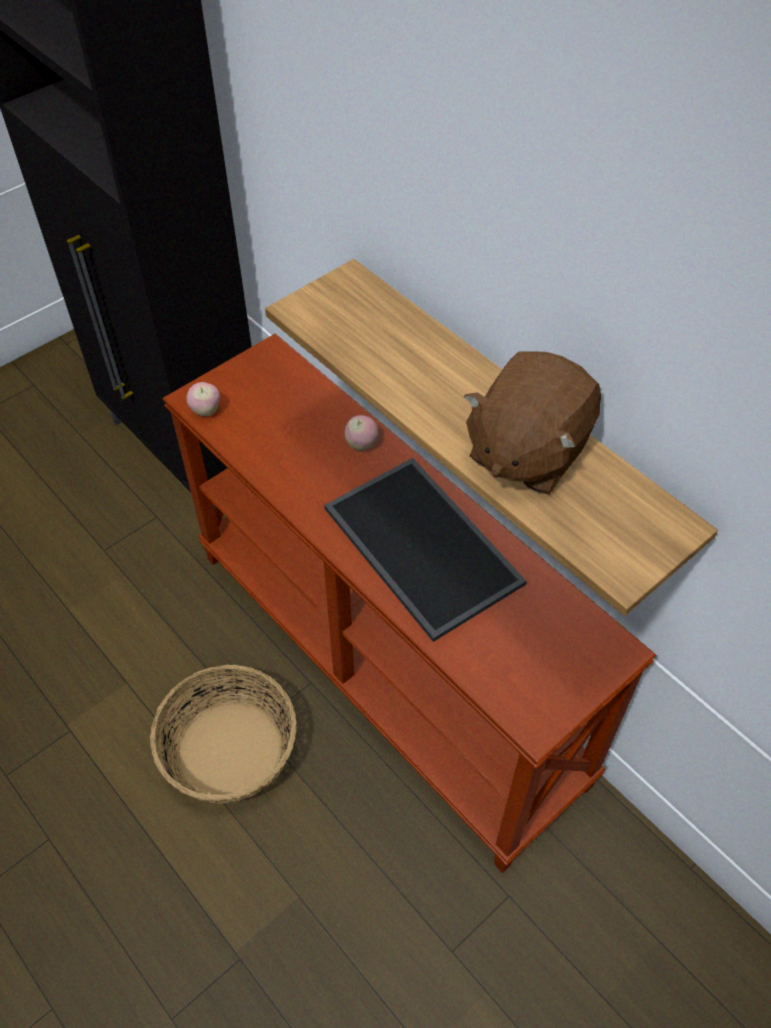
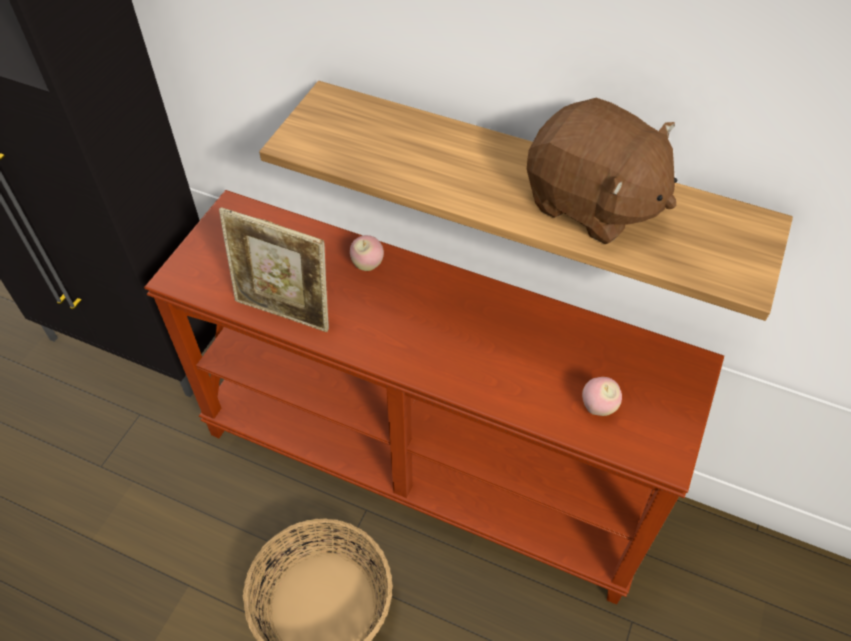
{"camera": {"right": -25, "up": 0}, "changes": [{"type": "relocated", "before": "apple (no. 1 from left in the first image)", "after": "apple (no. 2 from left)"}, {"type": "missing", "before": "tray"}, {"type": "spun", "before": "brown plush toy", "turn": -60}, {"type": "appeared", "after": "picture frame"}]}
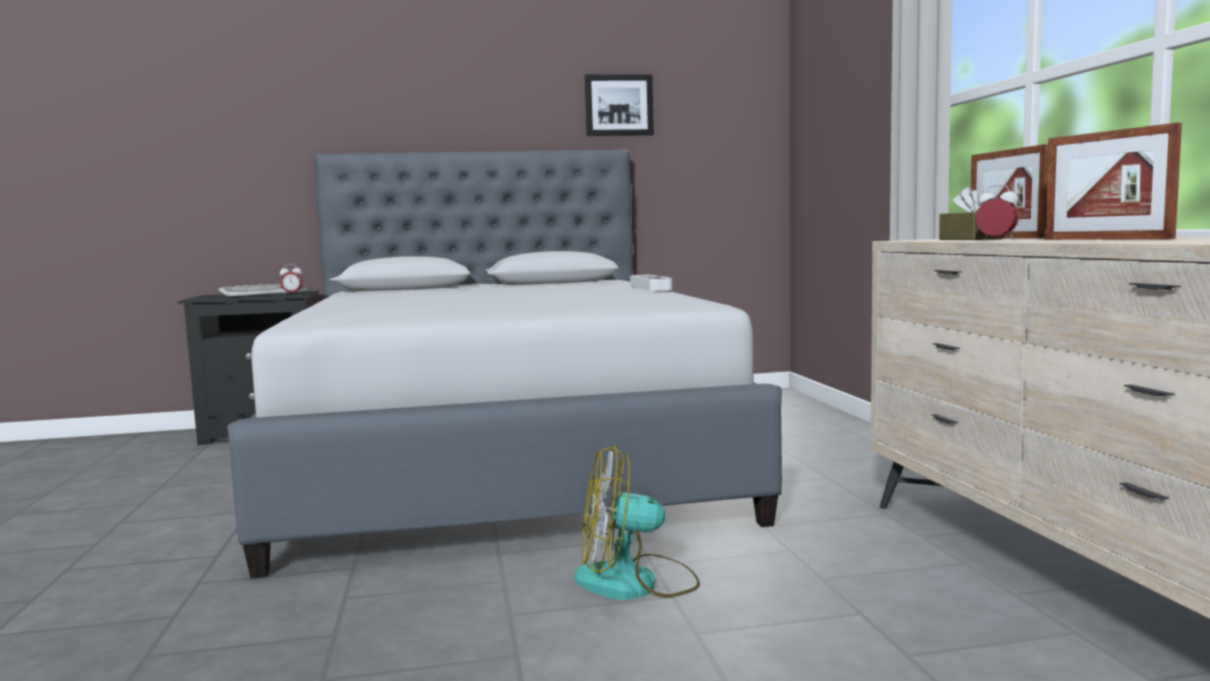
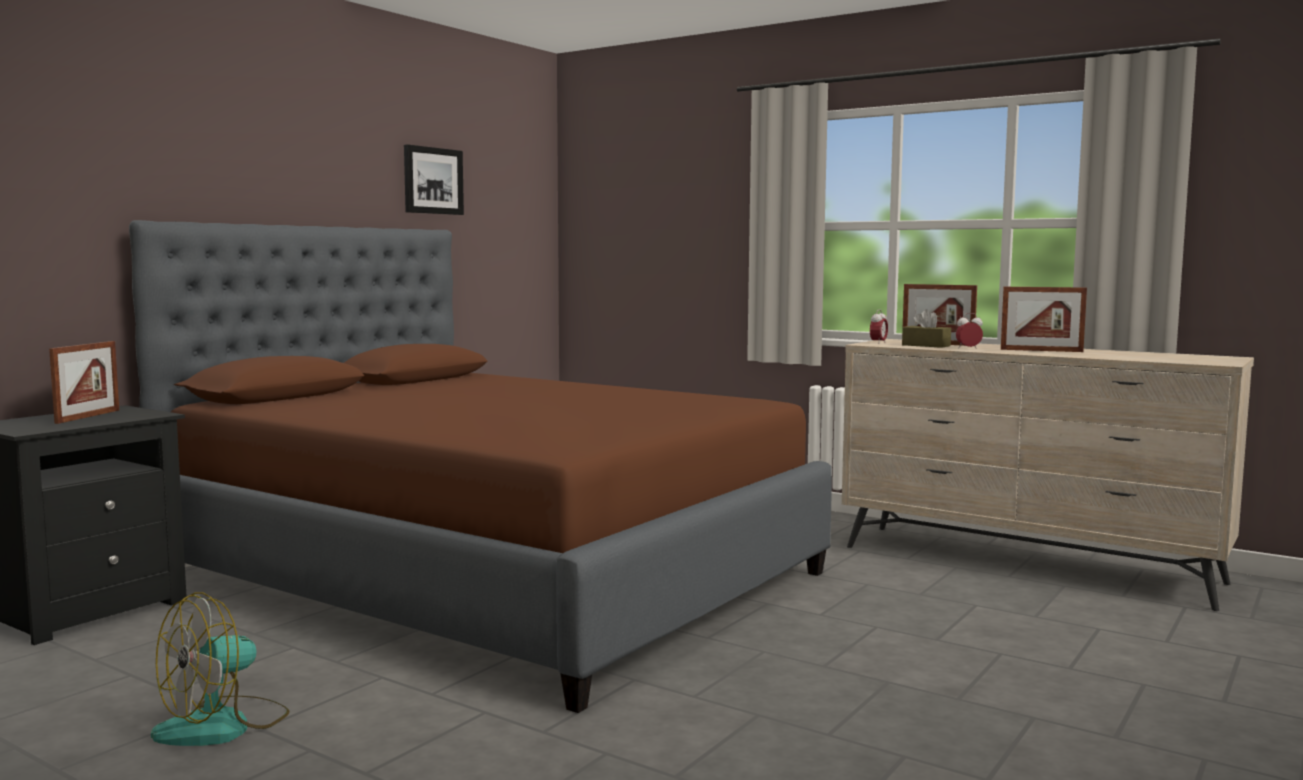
{"camera": {"right": -45, "up": 0}, "changes": [{"type": "exchanged", "before": "keyboard", "after": "picture frame (no. 1 from left)"}, {"type": "colour", "before": "grey bed", "after": "brown bed"}, {"type": "relocated", "before": "alarm clock (no. 1 from left)"}, {"type": "relocated", "before": "fan"}, {"type": "missing", "before": "grey tray"}]}
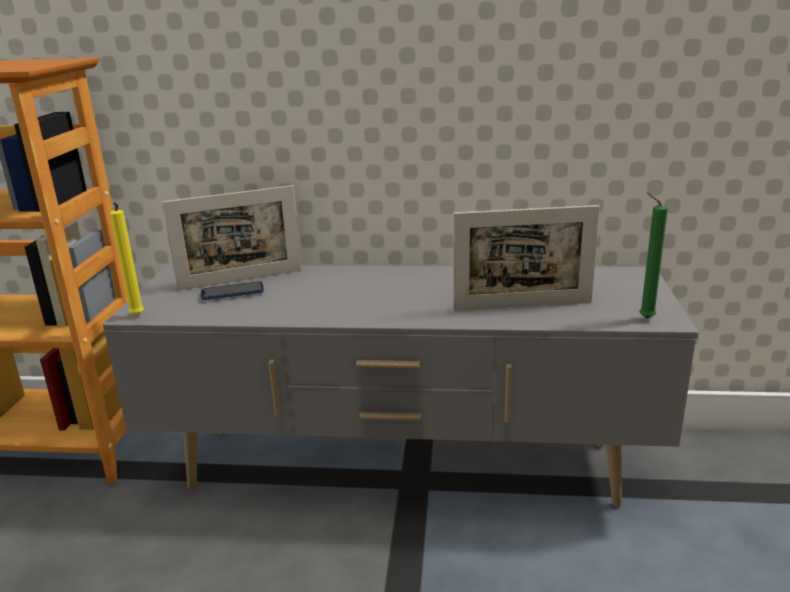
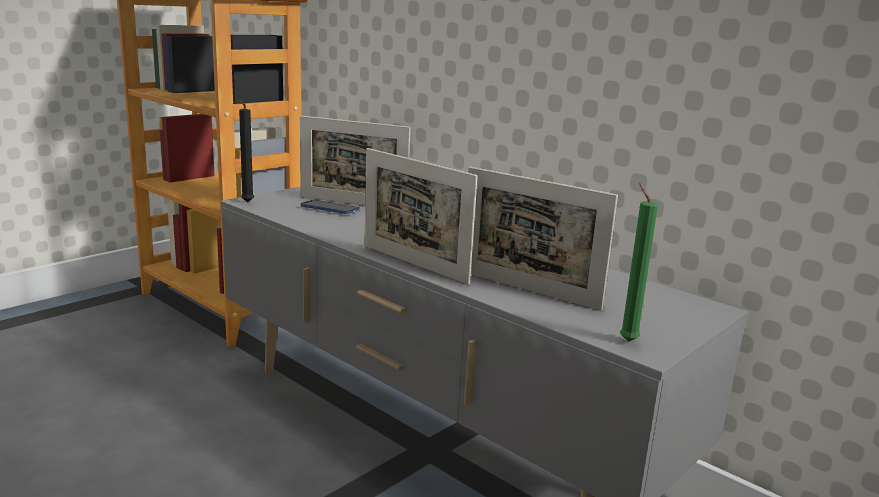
{"camera": {"right": 35, "up": -5}, "changes": [{"type": "colour", "before": "yellow candle", "after": "black candle"}, {"type": "appeared", "after": "picture frame (no. 2 from left)"}]}
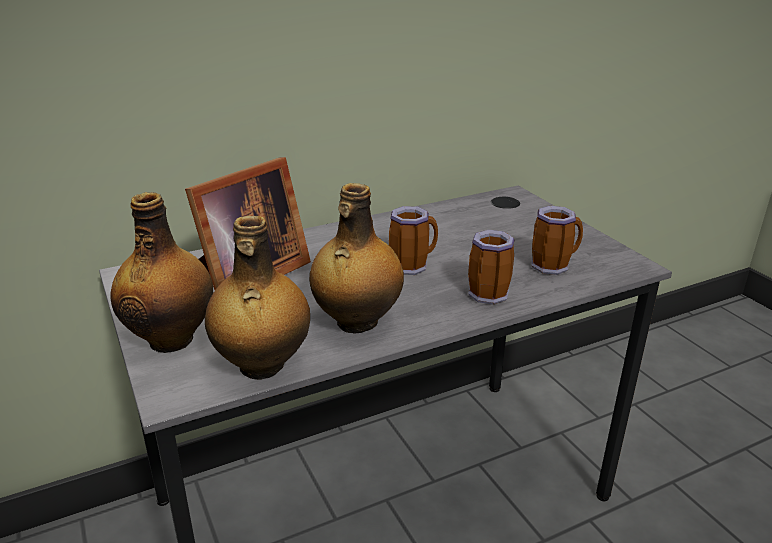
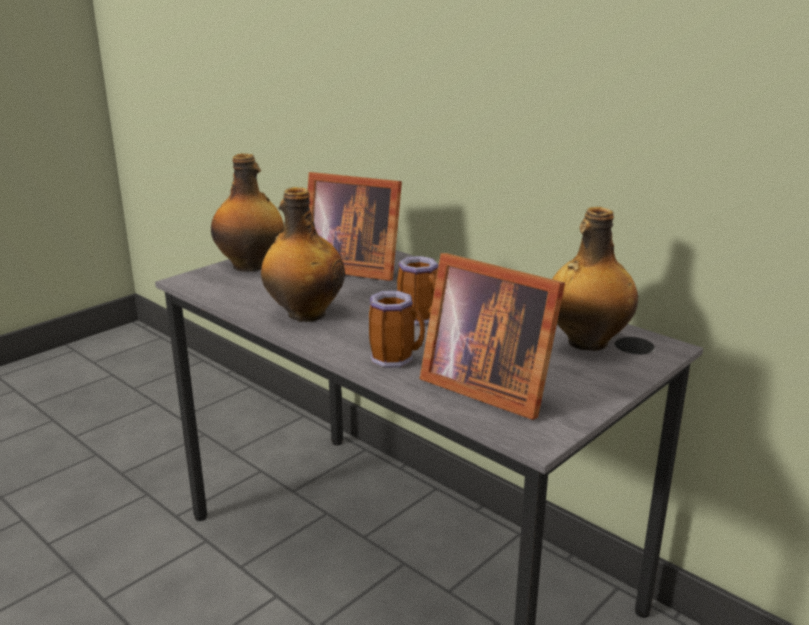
{"camera": {"right": 70, "up": -5}, "changes": [{"type": "relocated", "before": "bottle (no. 2 from left in the first image)", "after": "bottle (no. 3 from left)"}, {"type": "exchanged", "before": "mug (no. 3 from left)", "after": "picture frame (no. 2 from left)"}]}
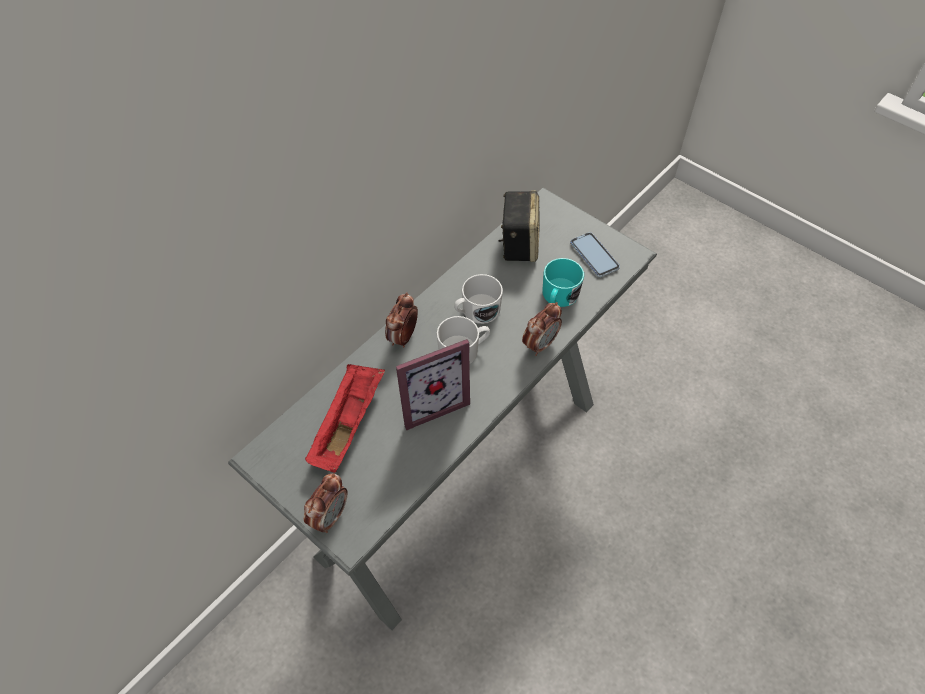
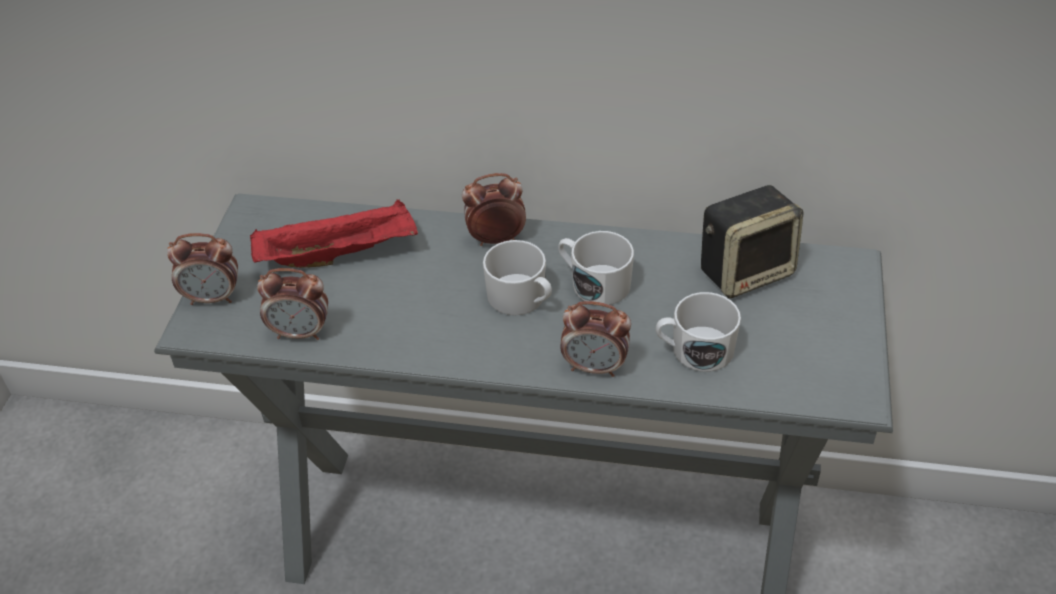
{"camera": {"right": 60, "up": -10}, "changes": [{"type": "missing", "before": "picture frame"}, {"type": "colour", "before": "turquoise mug", "after": "white mug (no. 3 from left)"}, {"type": "missing", "before": "phone"}, {"type": "appeared", "after": "alarm clock (no. 2 from left)"}]}
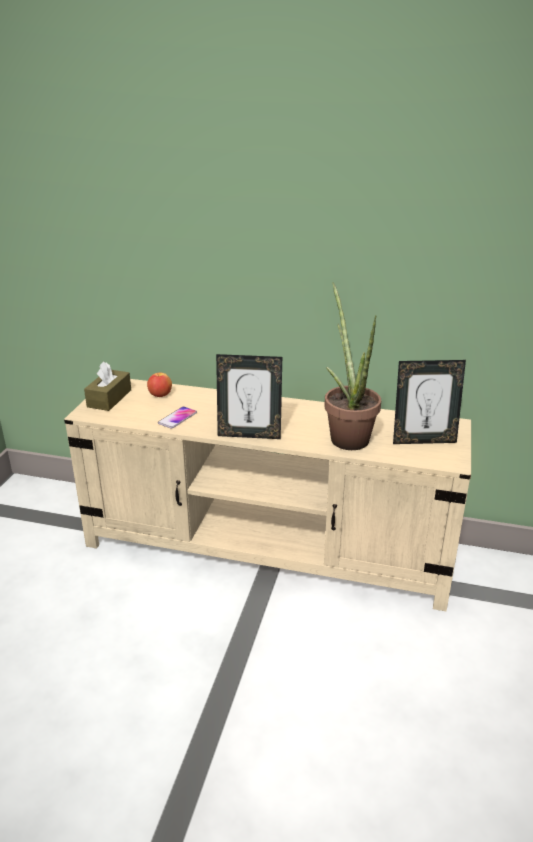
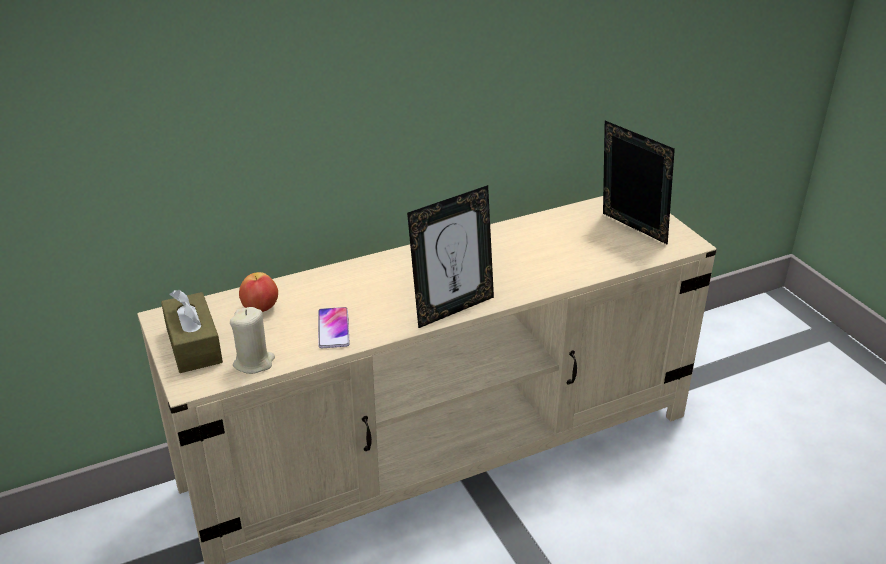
{"camera": {"right": -40, "up": 5}, "changes": [{"type": "missing", "before": "potted plant"}, {"type": "spun", "before": "picture frame (no. 2 from left)", "turn": -90}, {"type": "appeared", "after": "beige candle"}]}
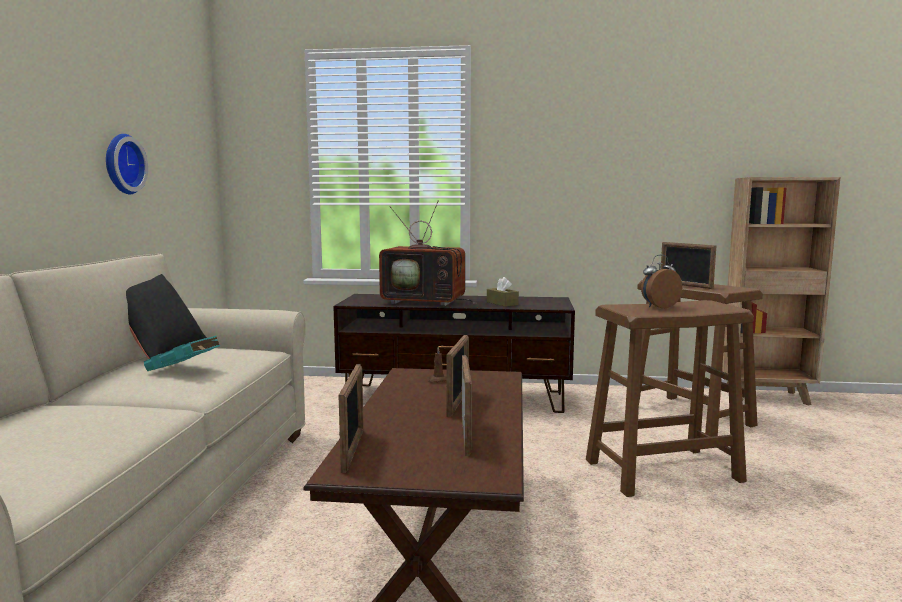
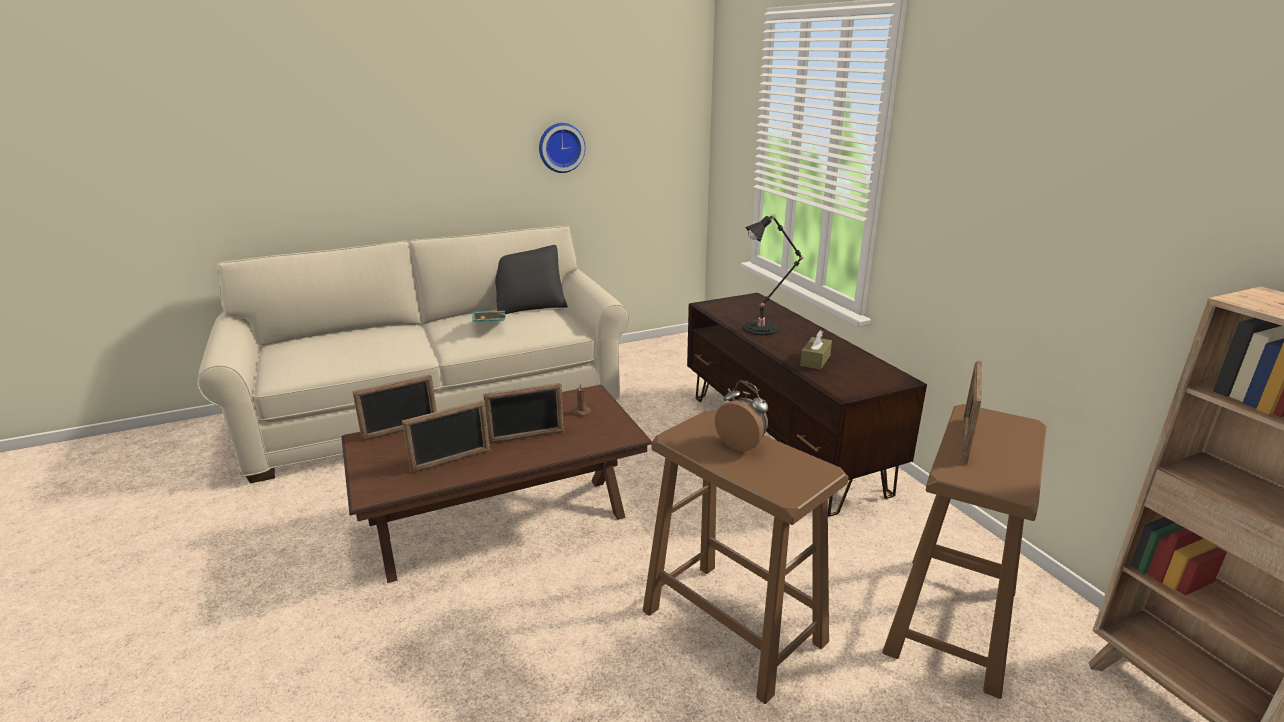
{"camera": {"right": 60, "up": 15}, "changes": [{"type": "exchanged", "before": "television", "after": "black table lamp"}]}
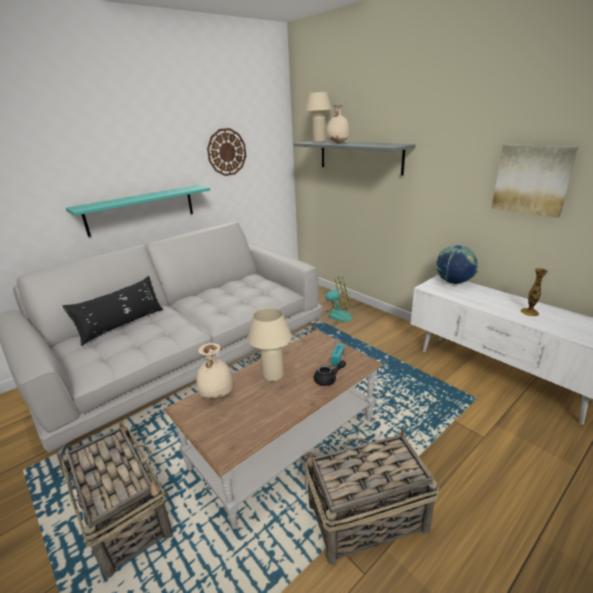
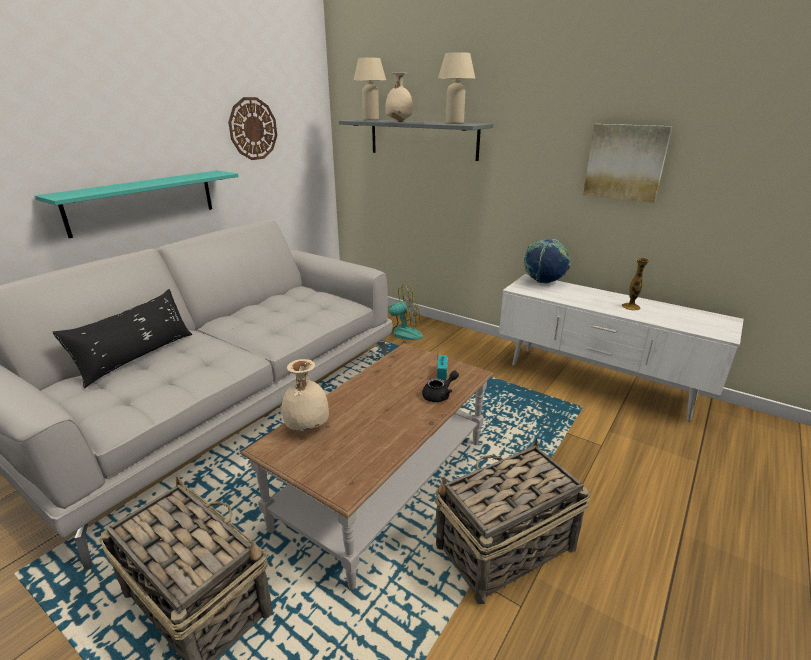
{"camera": {"right": -15, "up": 0}, "changes": [{"type": "relocated", "before": "beige table lamp (no. 1 from left in the first image)", "after": "beige table lamp (no. 2 from left)"}]}
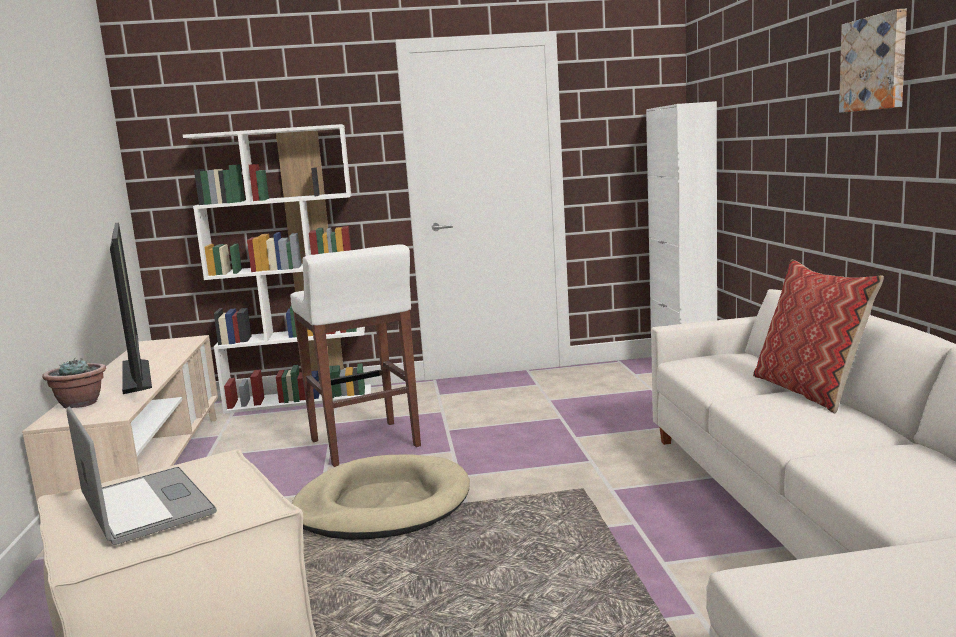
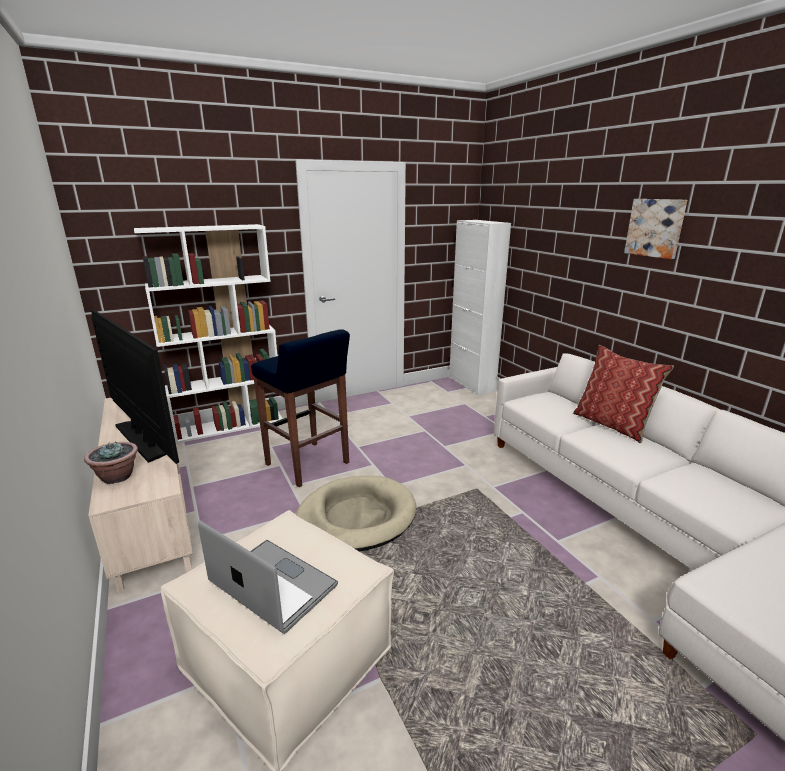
{"camera": {"right": -20, "up": 10}, "changes": [{"type": "colour", "before": "white stool", "after": "blue stool"}]}
